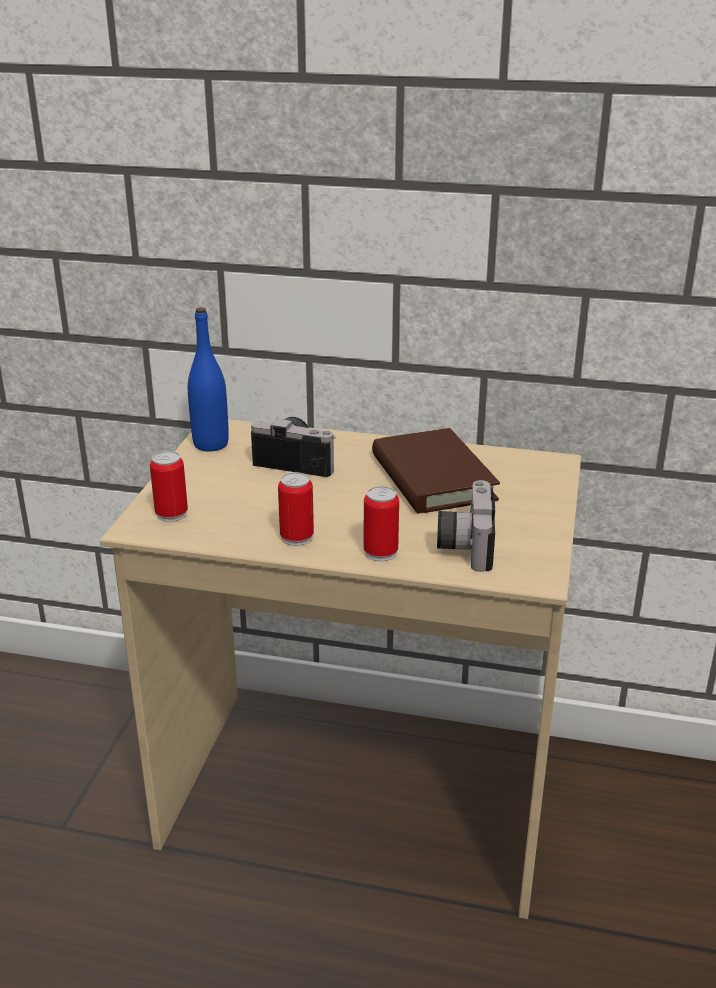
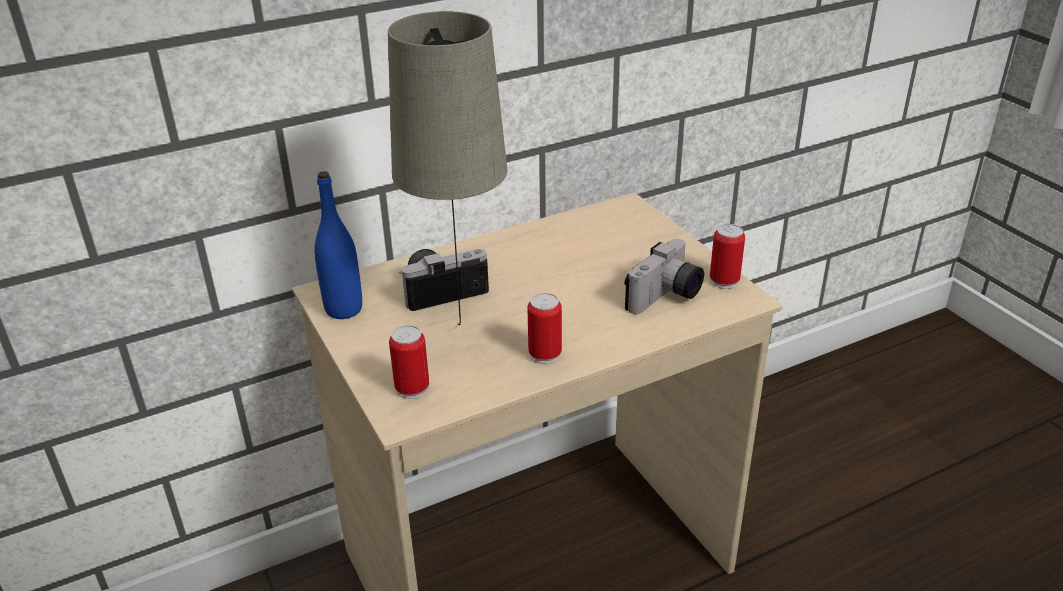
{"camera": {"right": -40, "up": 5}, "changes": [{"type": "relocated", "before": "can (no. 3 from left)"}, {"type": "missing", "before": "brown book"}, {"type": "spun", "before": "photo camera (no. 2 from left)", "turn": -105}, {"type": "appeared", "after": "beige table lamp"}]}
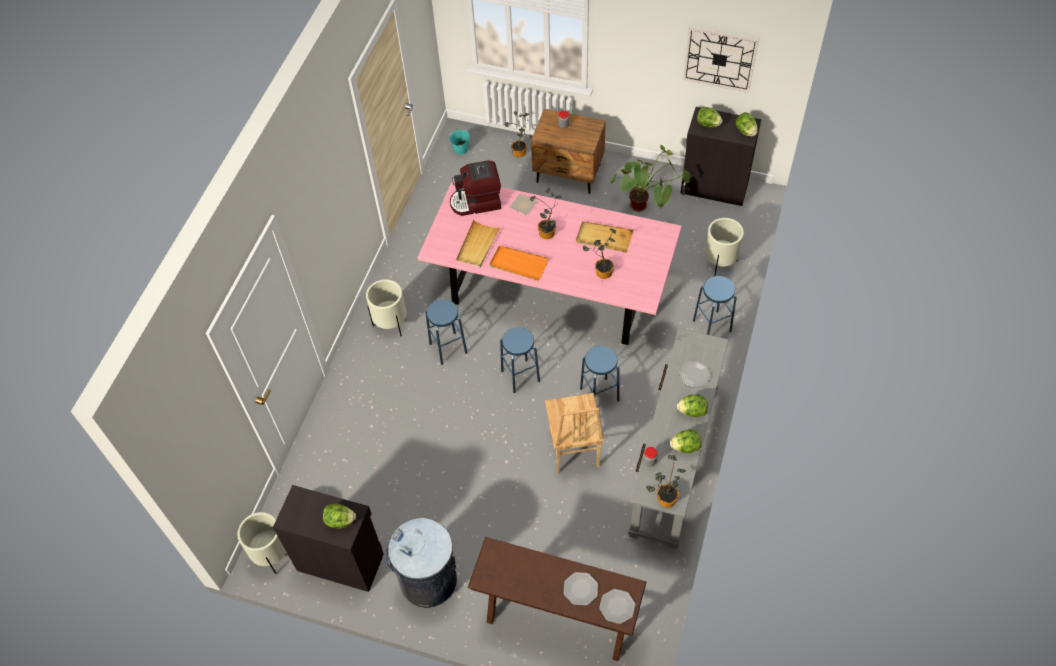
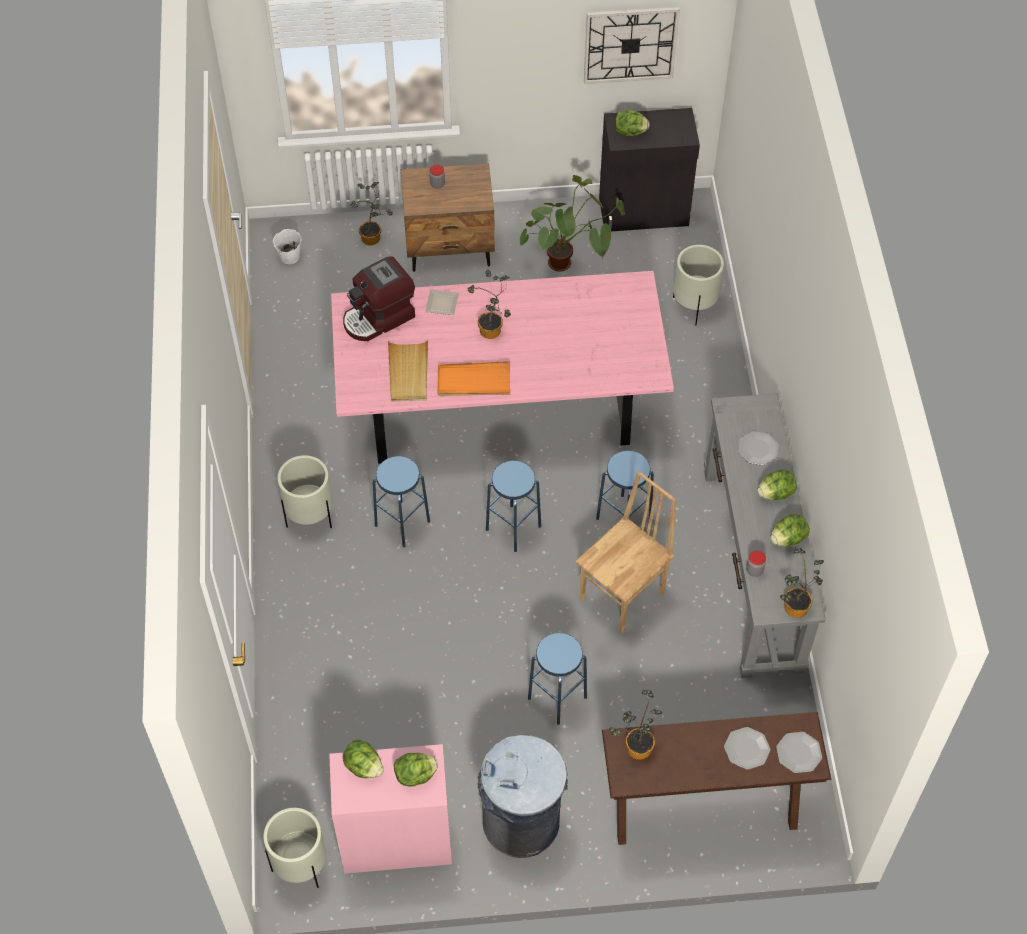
{"camera": {"right": -25, "up": 0}, "changes": [{"type": "colour", "before": "black cabinet (no. 1 from left)", "after": "pink cabinet"}, {"type": "colour", "before": "turquoise bucket", "after": "white bucket"}, {"type": "spun", "before": "brown chair", "turn": -105}, {"type": "missing", "before": "beige tray (no. 2 from left)"}, {"type": "relocated", "before": "potted plant (no. 3 from left in the first image)", "after": "potted plant (no. 4 from left)"}, {"type": "relocated", "before": "blue stool (no. 4 from left in the first image)", "after": "blue stool (no. 3 from left)"}, {"type": "relocated", "before": "lettuce (no. 5 from left in the first image)", "after": "lettuce (no. 1 from left)"}]}
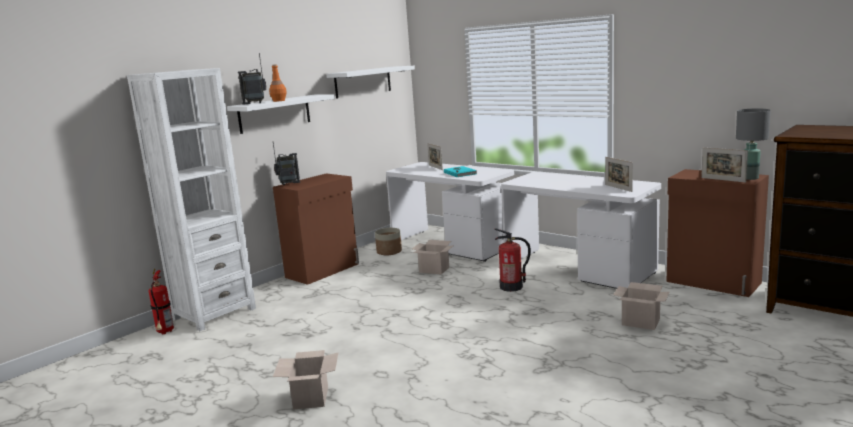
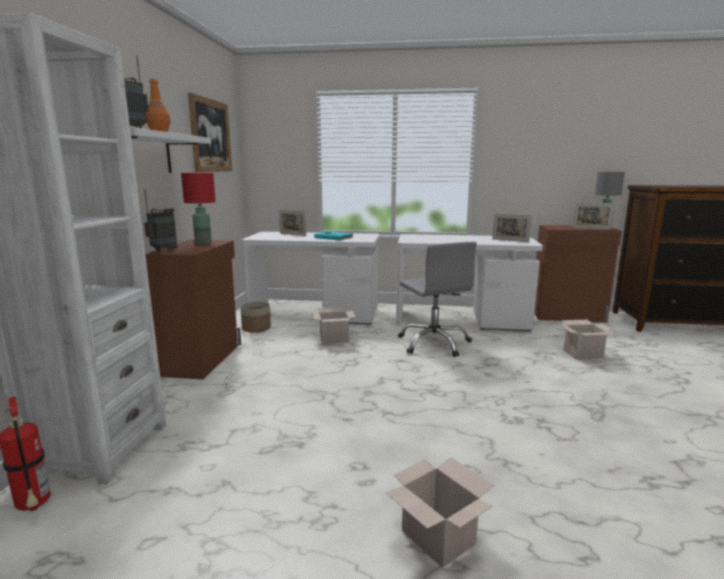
{"camera": {"right": -35, "up": 0}, "changes": [{"type": "exchanged", "before": "white shelf (no. 2 from left)", "after": "picture"}, {"type": "exchanged", "before": "fire extinguisher (no. 2 from left)", "after": "grey office chair"}, {"type": "appeared", "after": "red table lamp"}]}
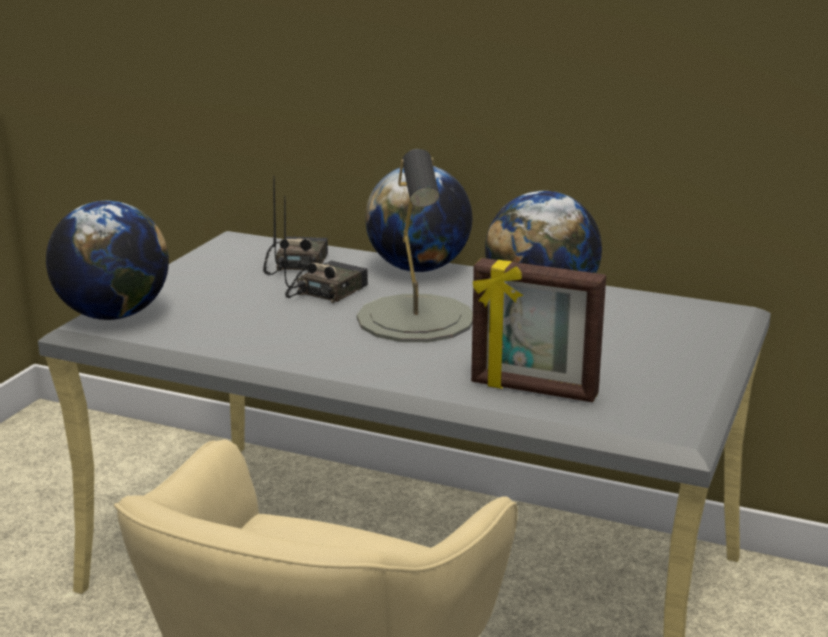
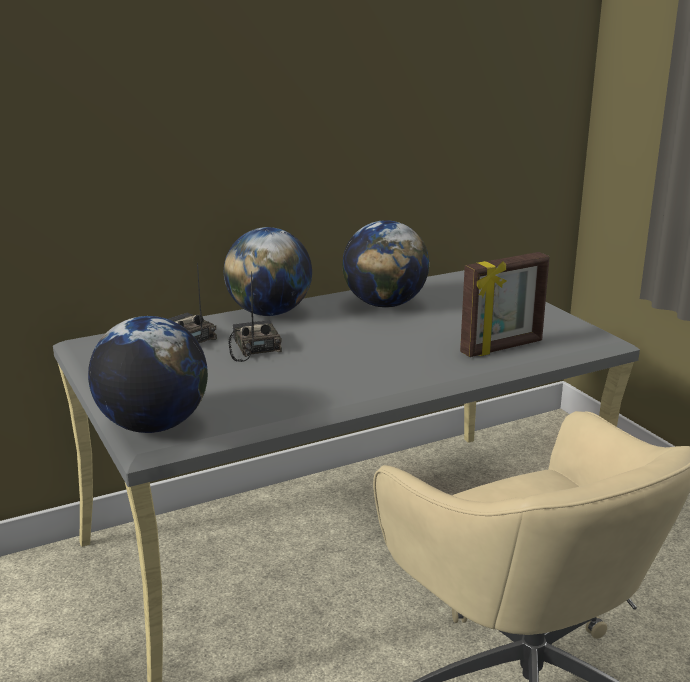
{"camera": {"right": -50, "up": 0}, "changes": [{"type": "missing", "before": "grey table lamp"}]}
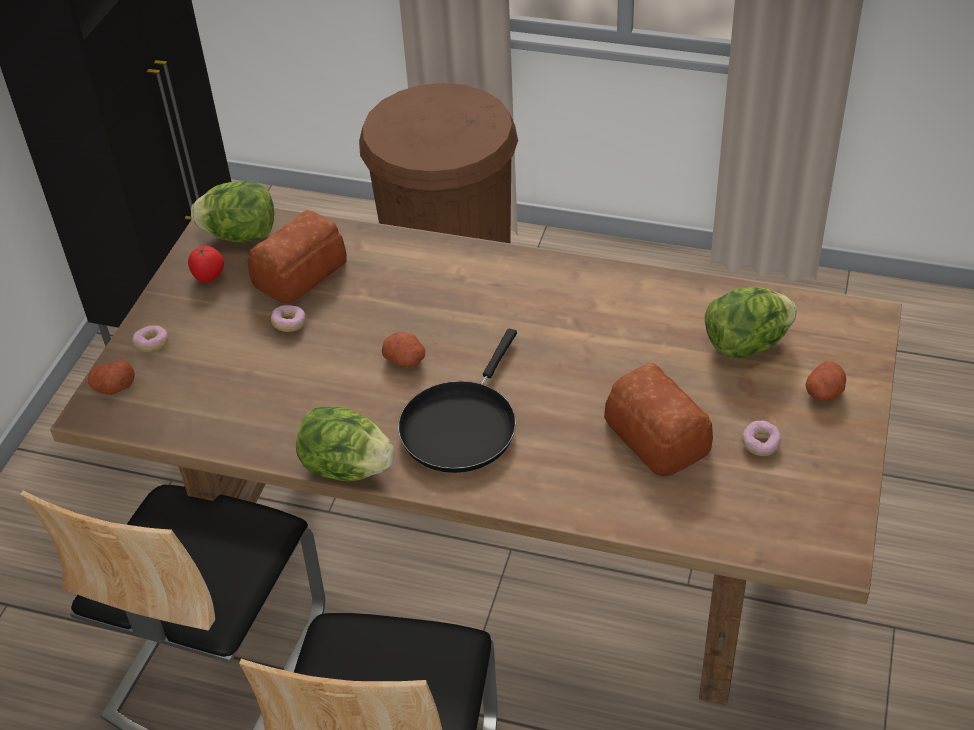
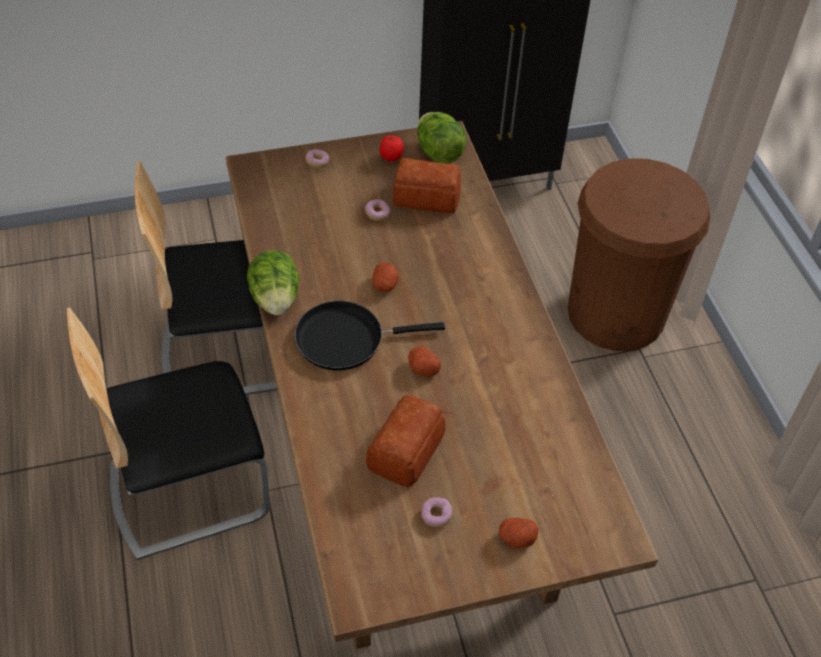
{"camera": {"right": 55, "up": 5}, "changes": [{"type": "relocated", "before": "potato (no. 1 from left in the first image)", "after": "potato (no. 2 from left)"}, {"type": "missing", "before": "lettuce (no. 3 from left)"}]}
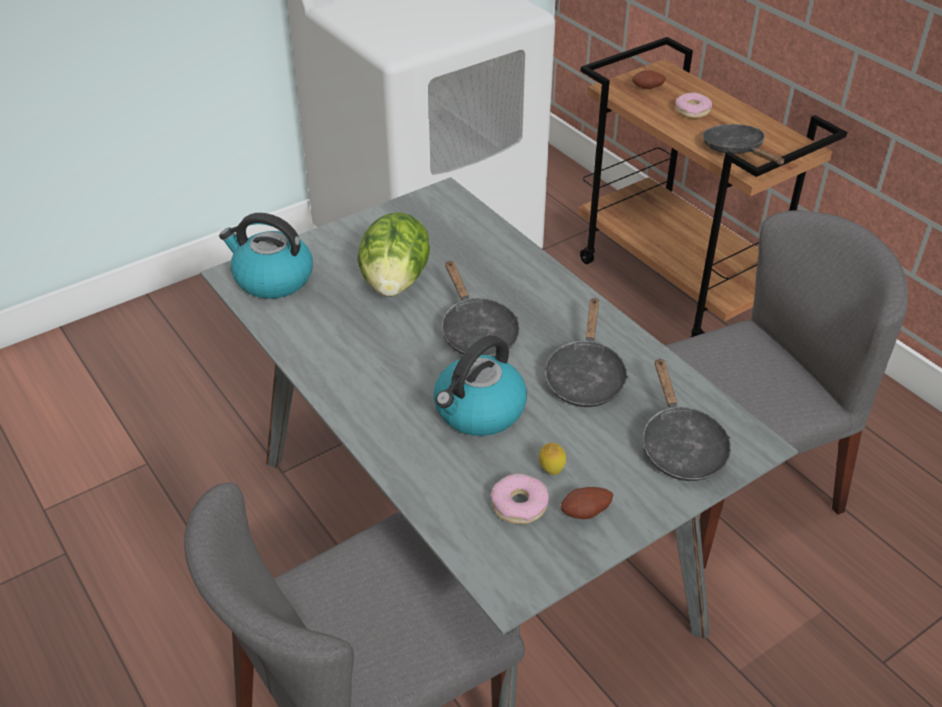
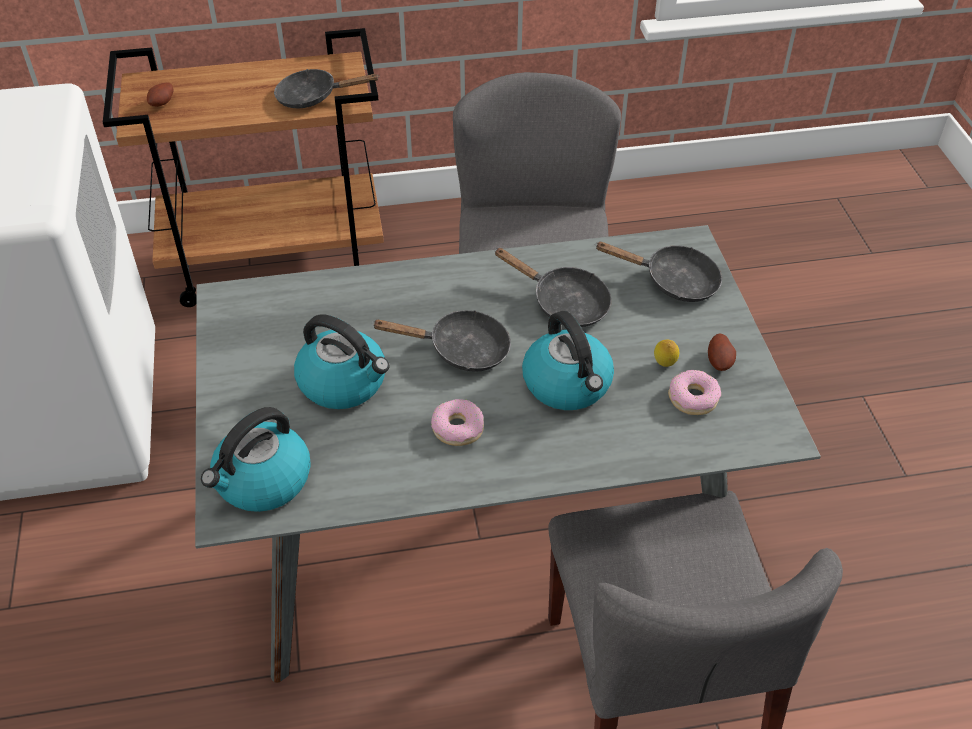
{"camera": {"right": -65, "up": 5}, "changes": [{"type": "exchanged", "before": "lettuce", "after": "kettle (no. 2 from left)"}, {"type": "relocated", "before": "donut (no. 2 from left in the first image)", "after": "donut (no. 1 from left)"}]}
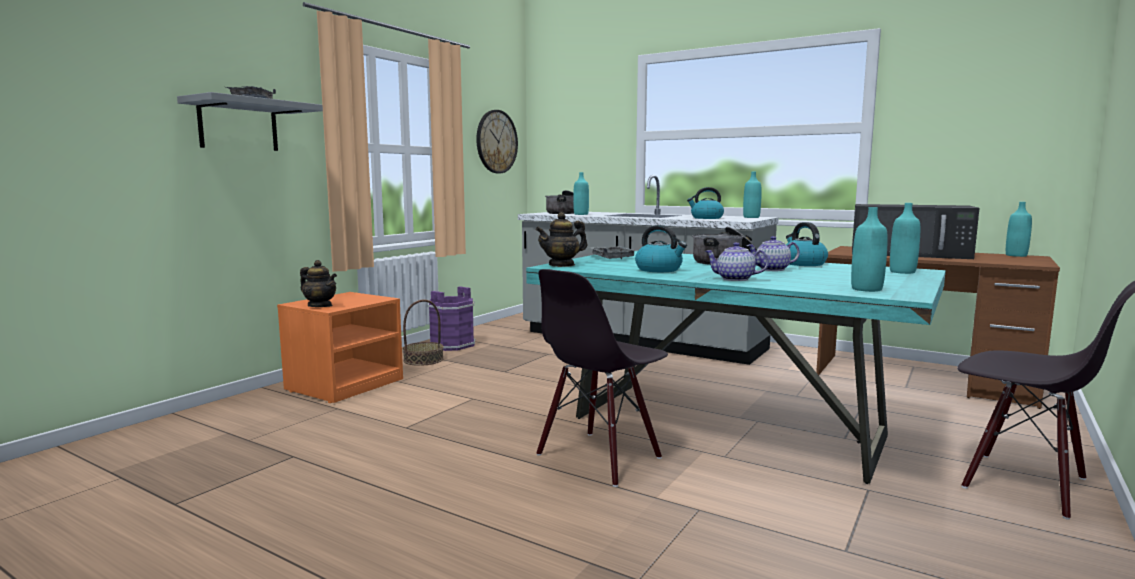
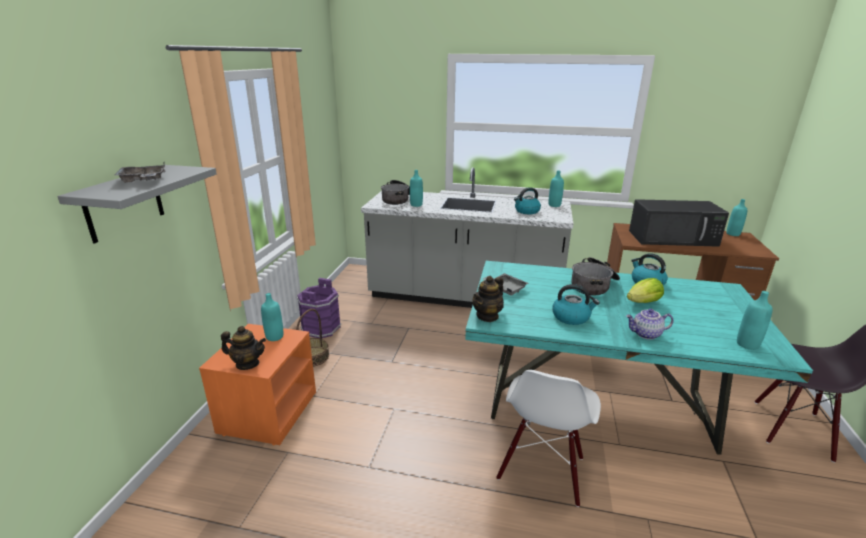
{"camera": {"right": -20, "up": 15}, "changes": [{"type": "missing", "before": "wall clock"}, {"type": "colour", "before": "black chair (no. 1 from left)", "after": "white chair"}, {"type": "exchanged", "before": "teapot (no. 4 from left)", "after": "lettuce"}, {"type": "relocated", "before": "turquoise bottle (no. 4 from left in the first image)", "after": "turquoise bottle (no. 1 from left)"}]}
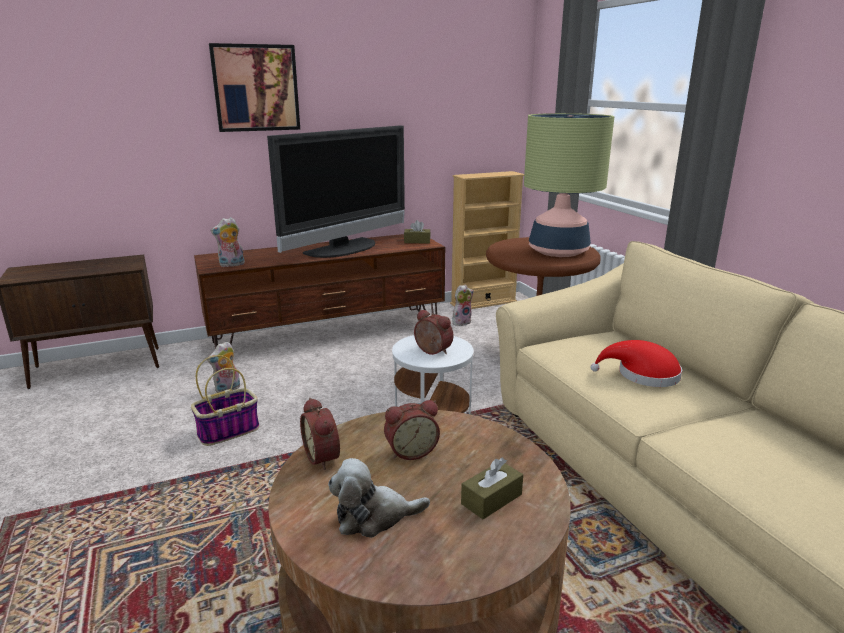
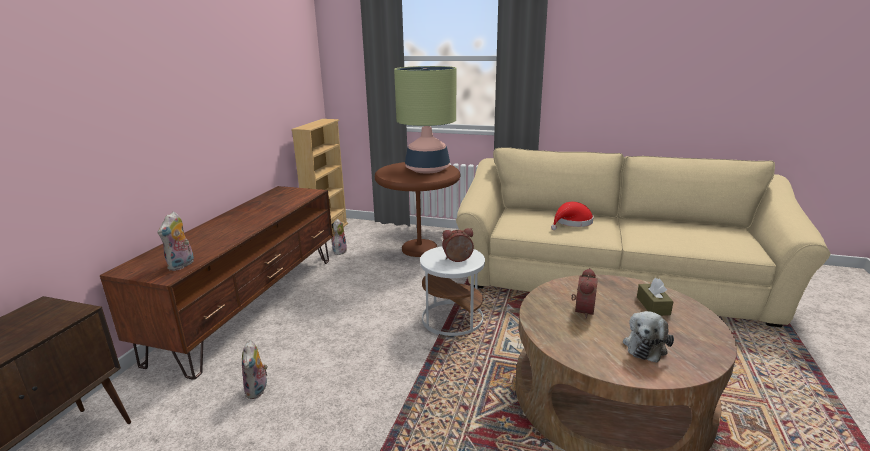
{"camera": {"right": -50, "up": 0}, "changes": [{"type": "missing", "before": "basket"}, {"type": "missing", "before": "picture"}, {"type": "missing", "before": "television"}, {"type": "missing", "before": "alarm clock (no. 1 from left)"}, {"type": "missing", "before": "brown tissue box (no. 1 from left)"}]}
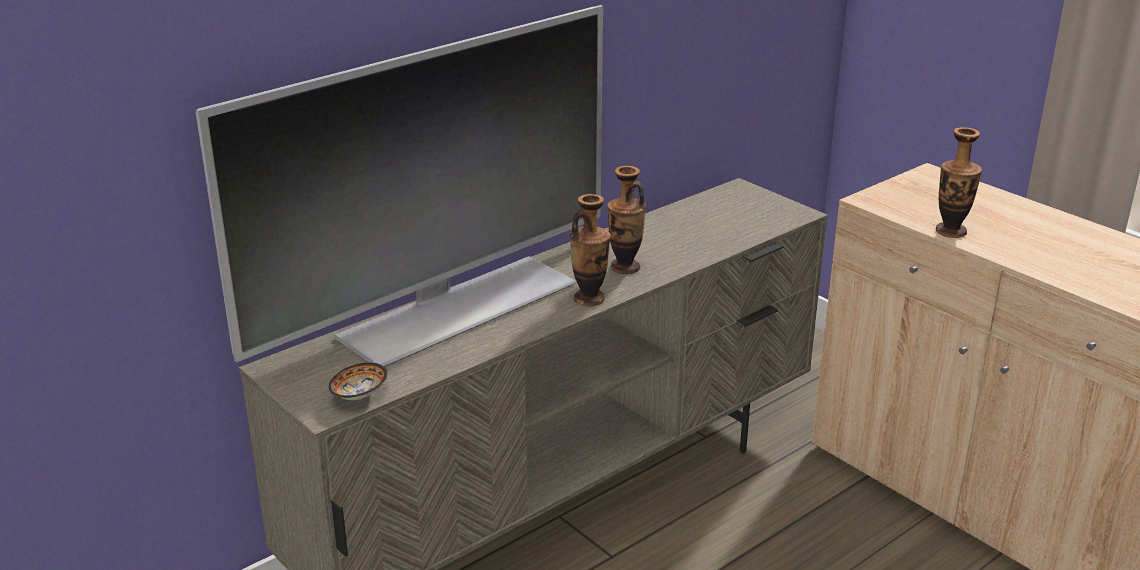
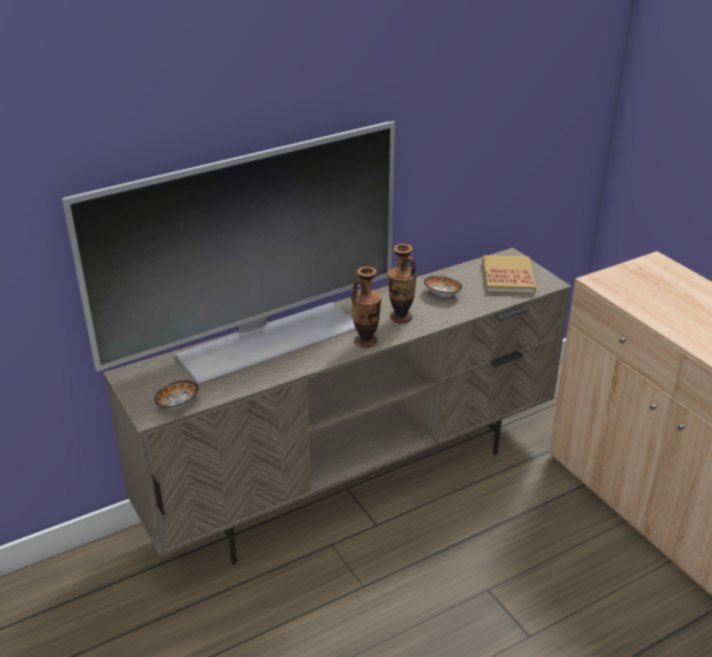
{"camera": {"right": 10, "up": 5}, "changes": [{"type": "missing", "before": "vase (no. 3 from left)"}, {"type": "appeared", "after": "bowl (no. 2 from left)"}, {"type": "appeared", "after": "book"}]}
